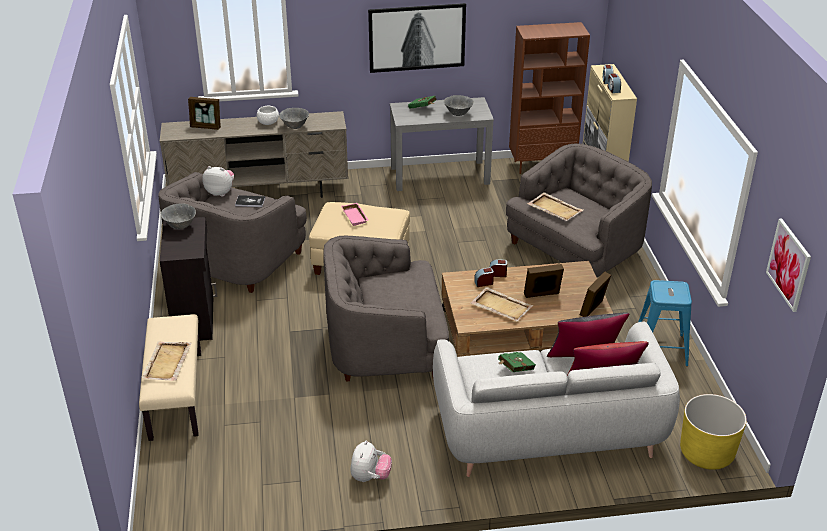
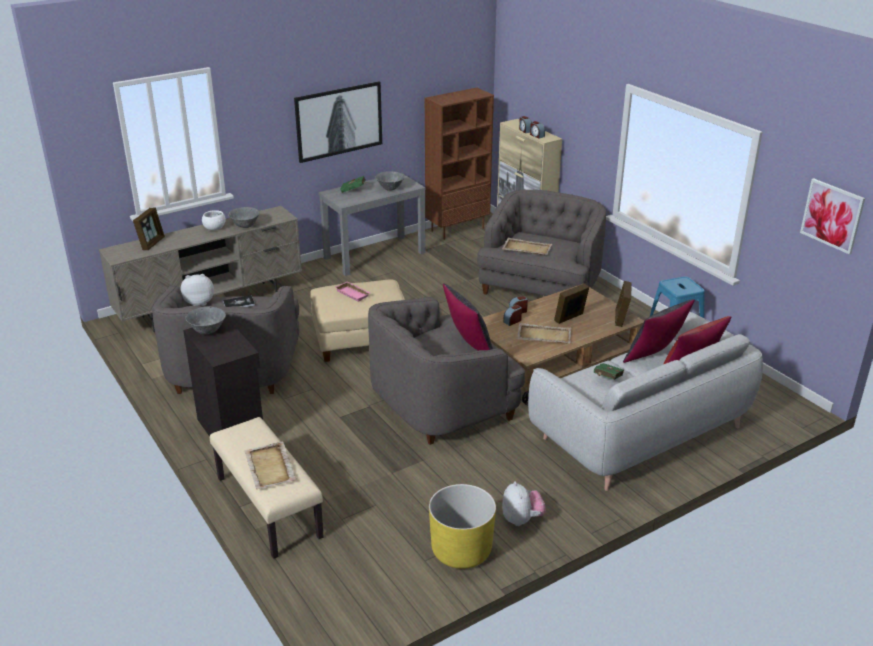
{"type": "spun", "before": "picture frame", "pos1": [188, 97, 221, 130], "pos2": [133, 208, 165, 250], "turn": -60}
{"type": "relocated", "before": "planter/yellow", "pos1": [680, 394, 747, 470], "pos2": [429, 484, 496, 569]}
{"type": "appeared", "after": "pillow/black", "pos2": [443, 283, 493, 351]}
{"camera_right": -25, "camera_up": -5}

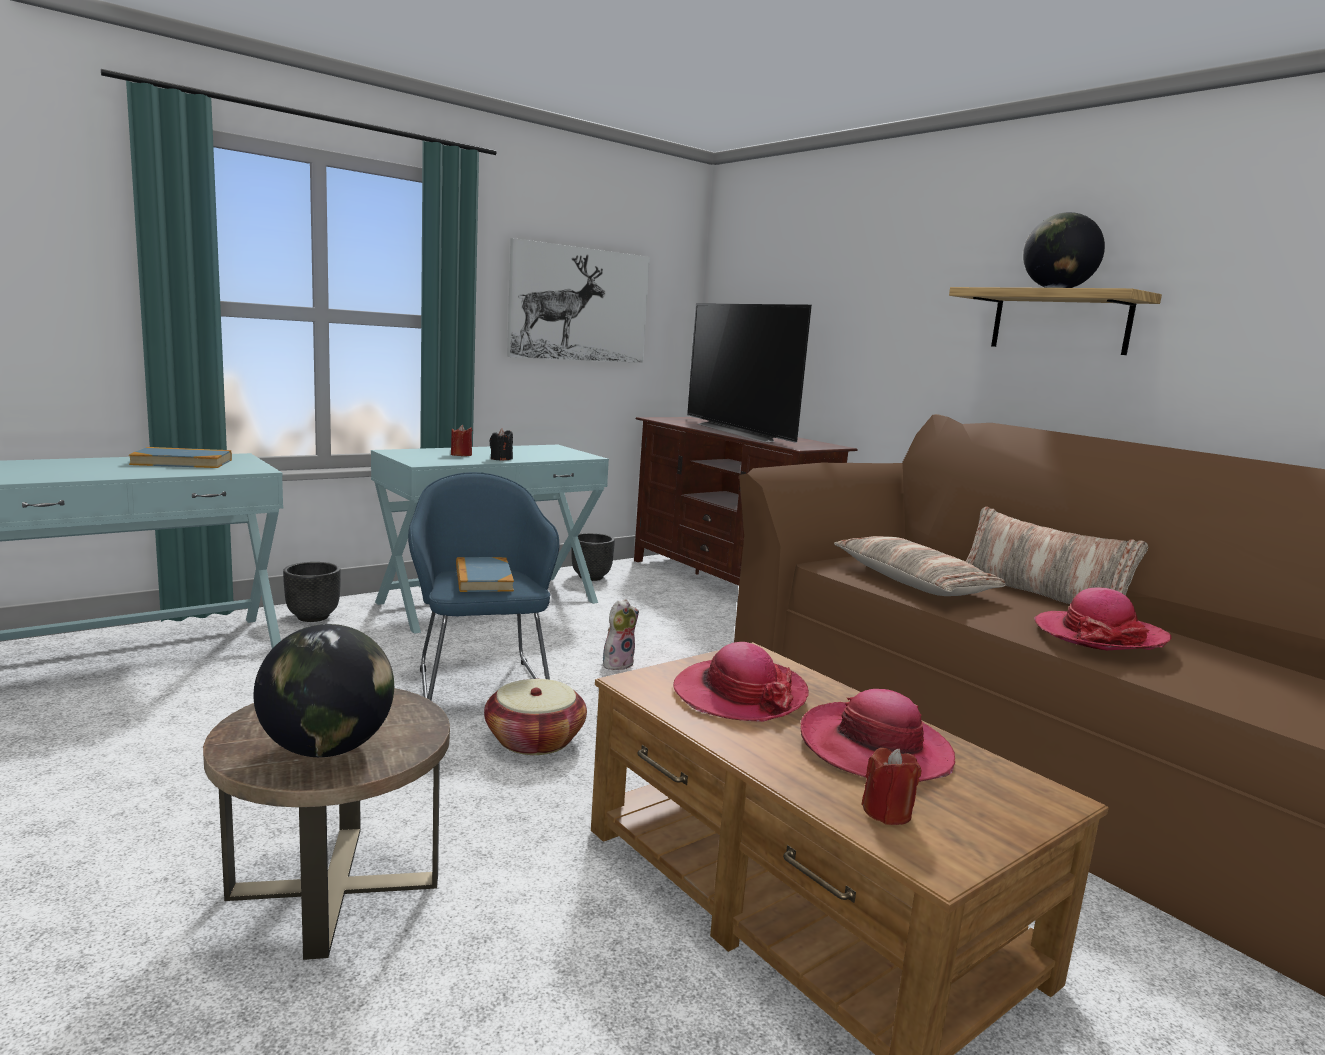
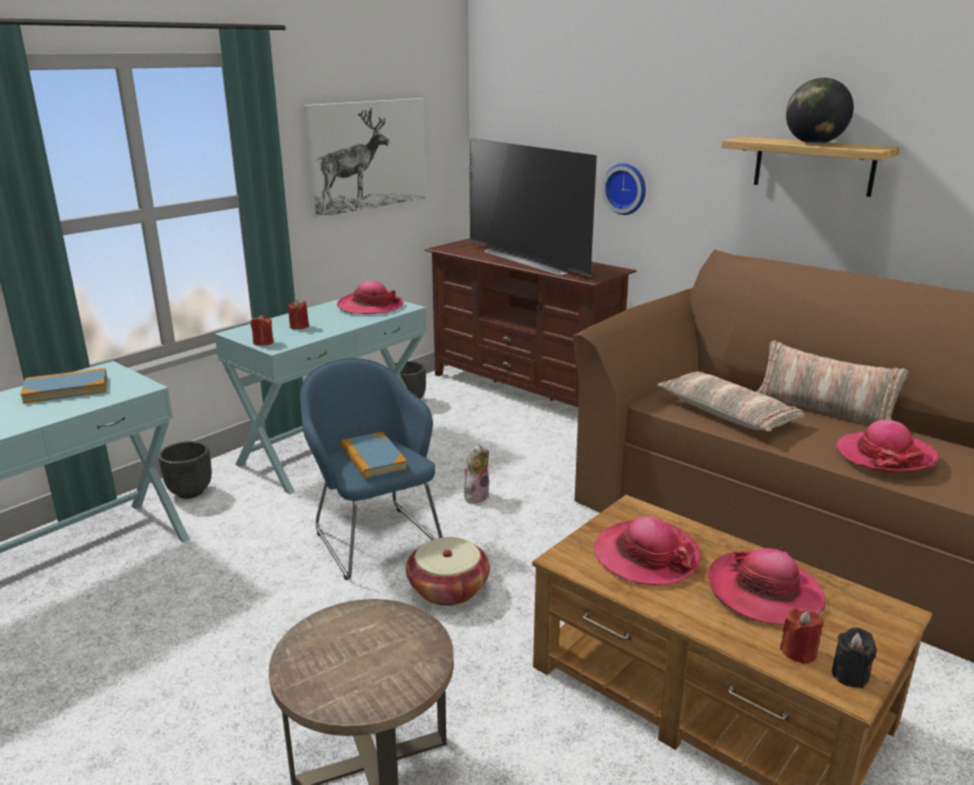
{"type": "relocated", "before": "candle/black", "pos1": [490, 429, 513, 461], "pos2": [832, 627, 877, 688]}
{"type": "missing", "before": "globe", "pos1": [254, 624, 394, 757]}
{"type": "appeared", "after": "wall clock", "pos2": [602, 163, 646, 215]}
{"type": "appeared", "after": "hat", "pos2": [337, 281, 403, 314]}
{"type": "appeared", "after": "candle/red", "pos2": [250, 315, 274, 346]}
{"camera_right": -10, "camera_up": 10}

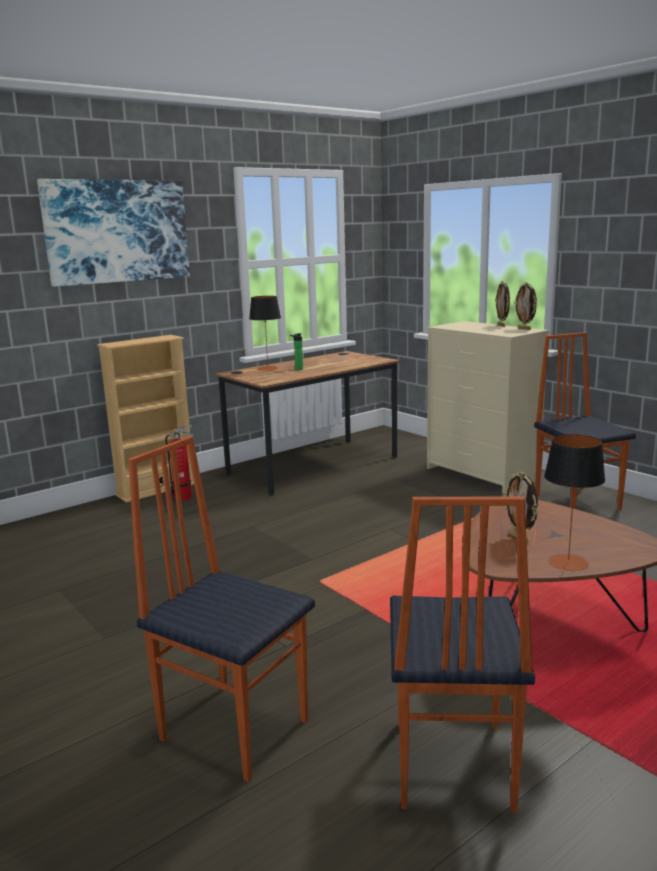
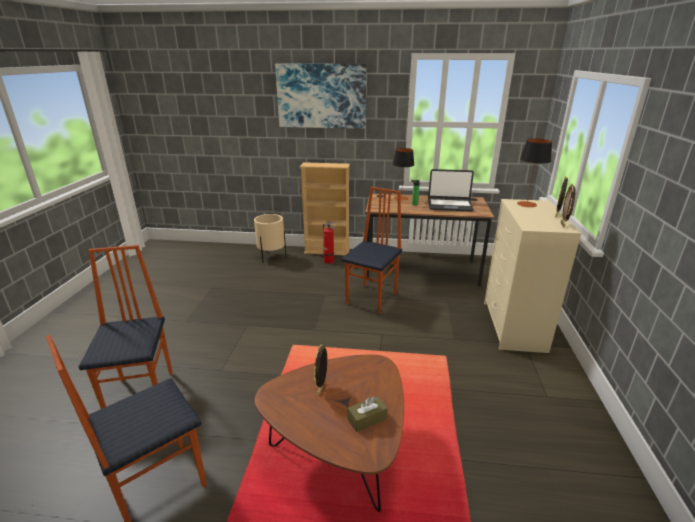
{"type": "relocated", "before": "chair", "pos1": [534, 332, 636, 510], "pos2": [341, 187, 402, 314]}
{"type": "relocated", "before": "table lamp", "pos1": [544, 434, 605, 571], "pos2": [517, 139, 552, 207]}
{"type": "appeared", "after": "laptop", "pos2": [428, 169, 474, 212]}
{"type": "appeared", "after": "planter/beige", "pos2": [254, 214, 286, 263]}
{"type": "appeared", "after": "tissue box/brown", "pos2": [347, 396, 388, 432]}
{"camera_right": 45, "camera_up": 10}

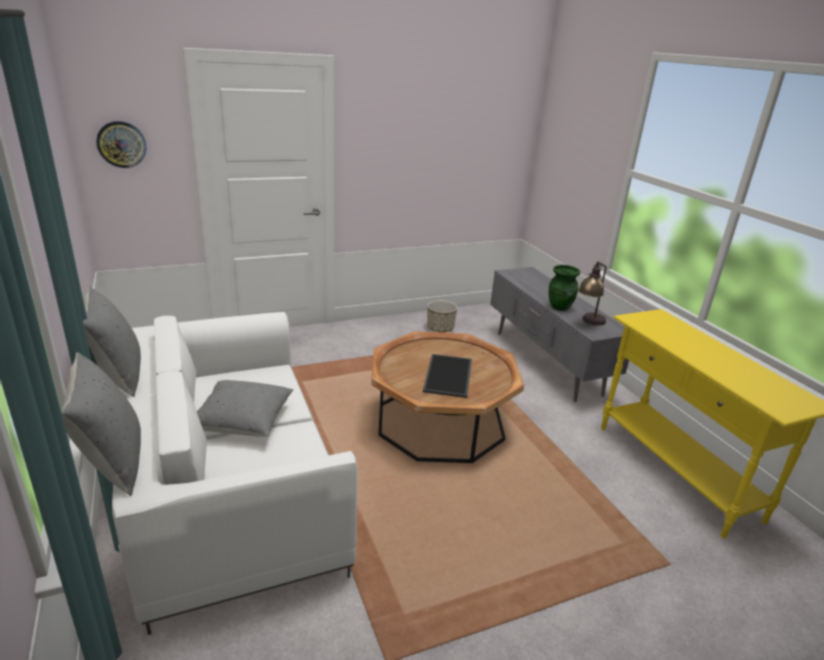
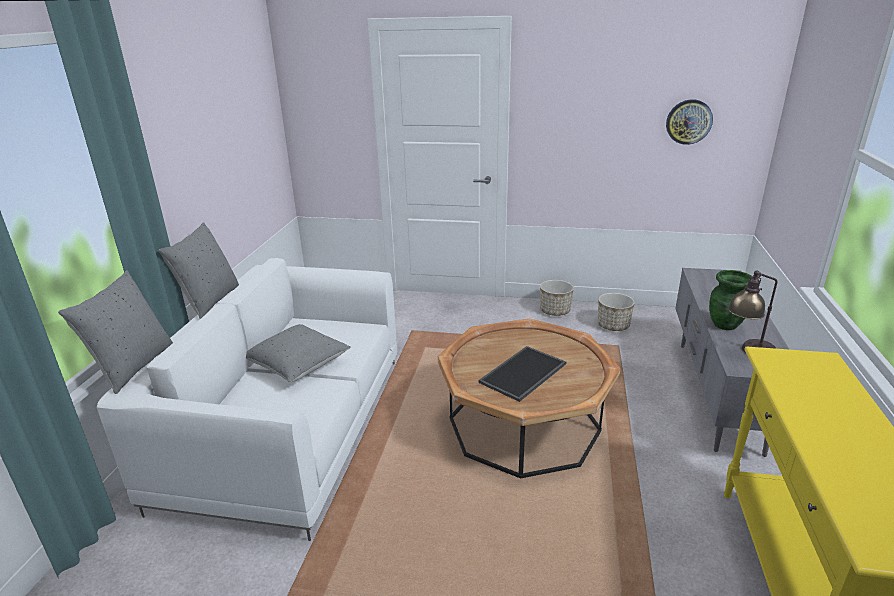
{"type": "relocated", "before": "wall clock", "pos1": [96, 121, 146, 168], "pos2": [666, 99, 713, 145]}
{"type": "appeared", "after": "planter", "pos2": [540, 280, 574, 316]}
{"camera_right": 35, "camera_up": 0}

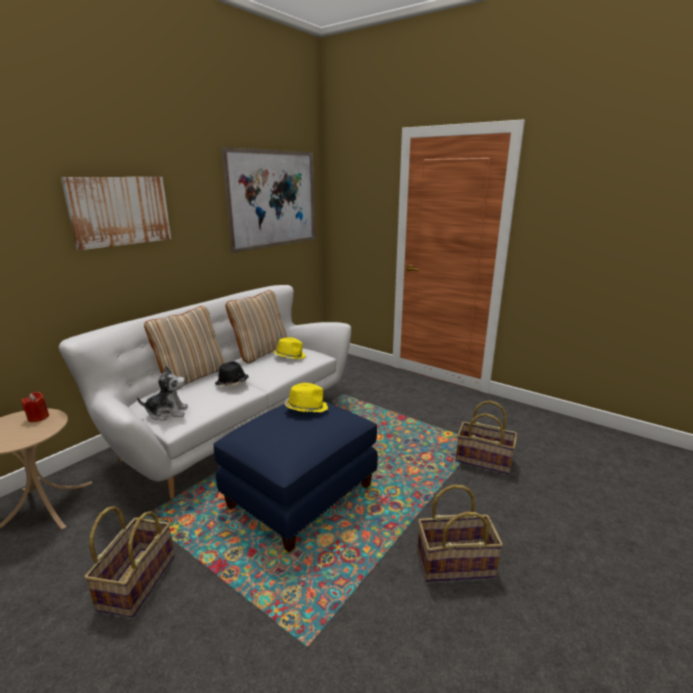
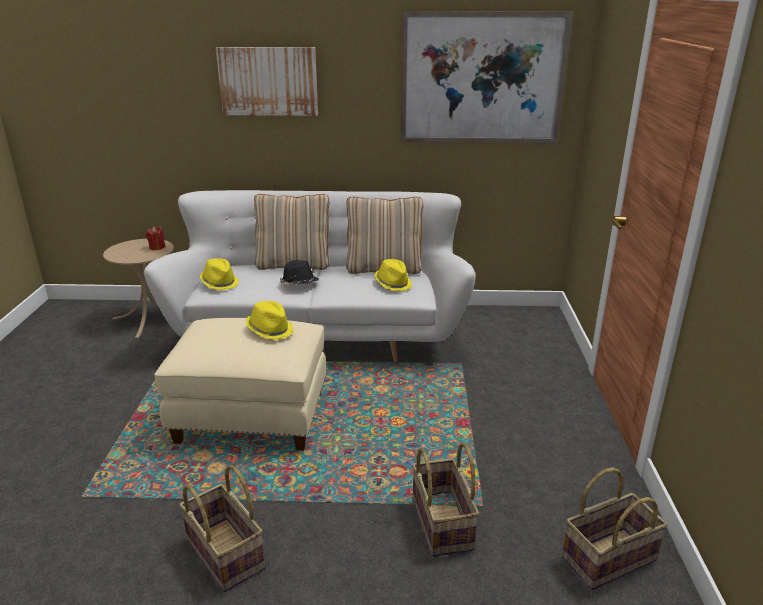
{"type": "exchanged", "before": "plush toy", "after": "hat/yellow", "pos1": [137, 366, 188, 421], "pos2": [200, 258, 239, 290]}
{"type": "colour", "before": "ottoman/blue", "after": "ottoman/beige", "pos1": [213, 401, 378, 552], "pos2": [154, 318, 326, 451]}
{"type": "relocated", "before": "basket", "pos1": [84, 506, 175, 617], "pos2": [562, 467, 668, 590]}
{"camera_right": 55, "camera_up": 5}

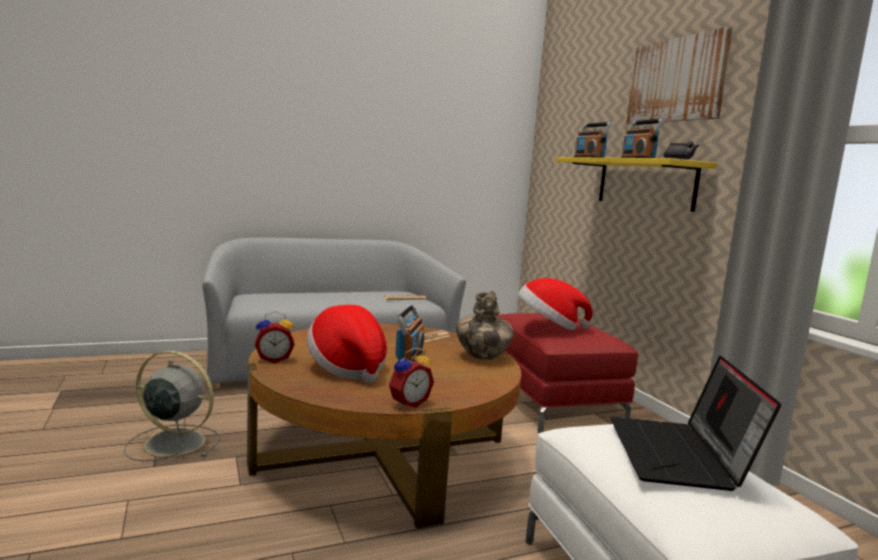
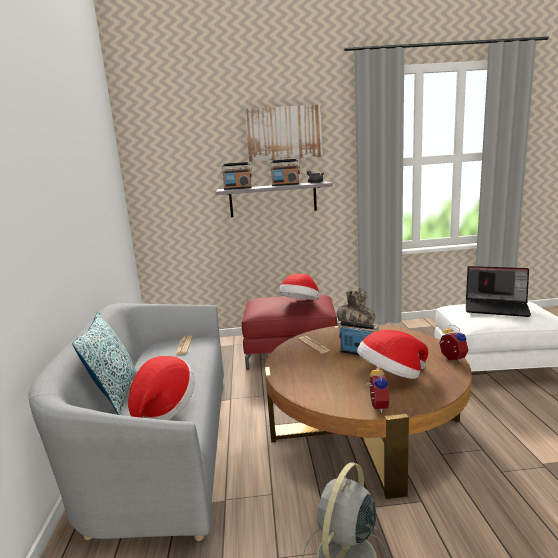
{"type": "colour", "before": "shelf/yellow", "after": "shelf/grey", "pos1": [556, 157, 717, 212], "pos2": [216, 181, 333, 217]}
{"type": "appeared", "after": "pillow", "pos2": [73, 311, 137, 415]}
{"type": "appeared", "after": "hat", "pos2": [128, 356, 195, 420]}
{"camera_right": -70, "camera_up": 5}

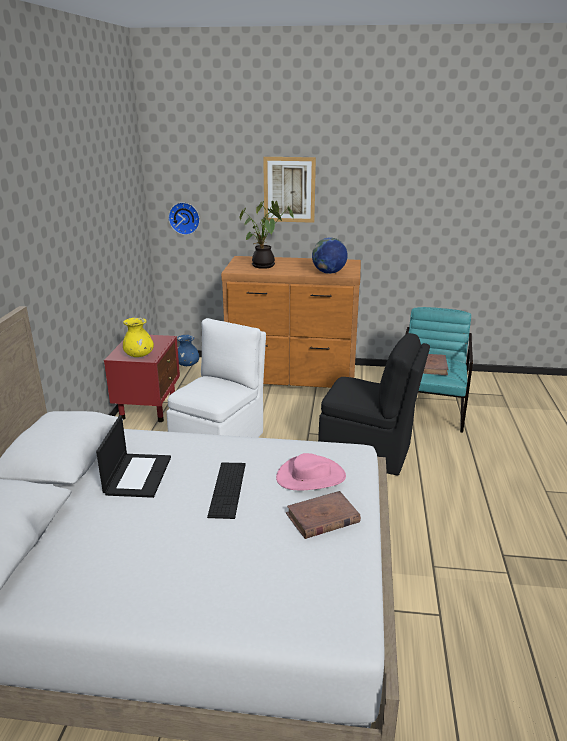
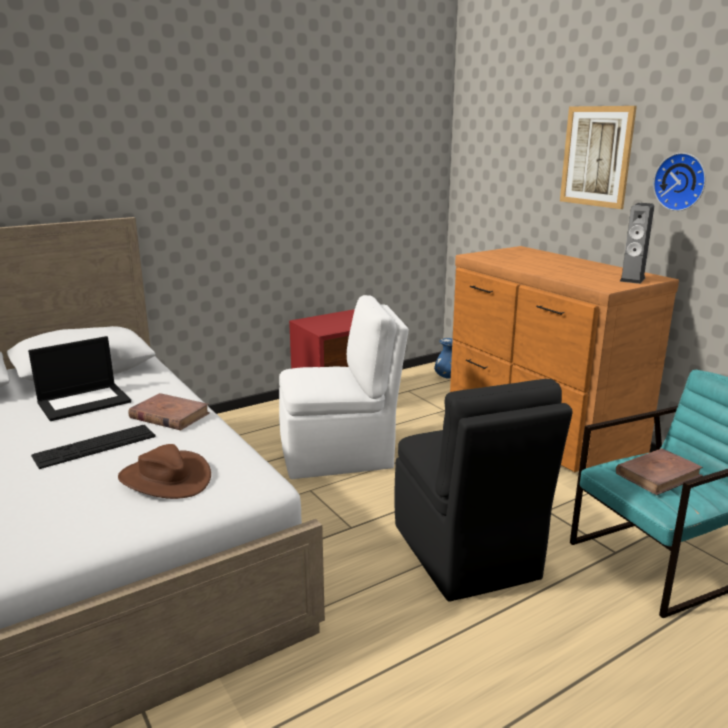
{"type": "missing", "before": "potted plant", "pos1": [239, 201, 294, 269]}
{"type": "relocated", "before": "wall clock", "pos1": [168, 202, 200, 235], "pos2": [653, 153, 706, 211]}
{"type": "missing", "before": "globe", "pos1": [312, 238, 348, 274]}
{"type": "missing", "before": "vase/yellow", "pos1": [123, 318, 154, 357]}
{"type": "colour", "before": "hat/pink", "after": "hat/brown", "pos1": [276, 453, 346, 490], "pos2": [118, 444, 211, 499]}
{"type": "relocated", "before": "book/brown", "pos1": [286, 491, 361, 539], "pos2": [128, 393, 210, 430]}
{"type": "appeared", "after": "speaker", "pos2": [620, 203, 654, 284]}
{"camera_right": 50, "camera_up": -5}

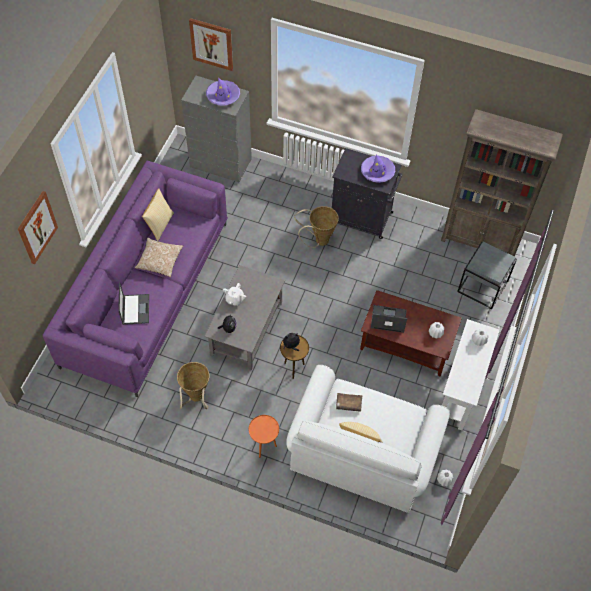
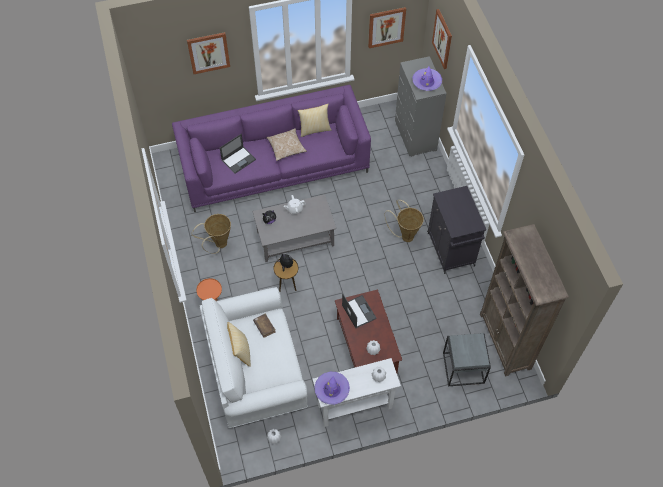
{"type": "relocated", "before": "hat/purple", "pos1": [361, 155, 395, 183], "pos2": [314, 372, 350, 405]}
{"type": "appeared", "after": "picture", "pos2": [368, 7, 406, 48]}
{"camera_right": 55, "camera_up": 0}

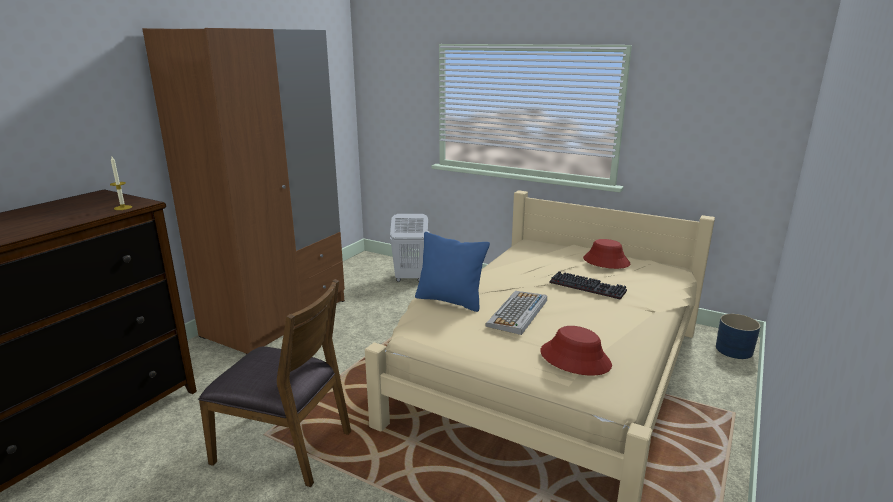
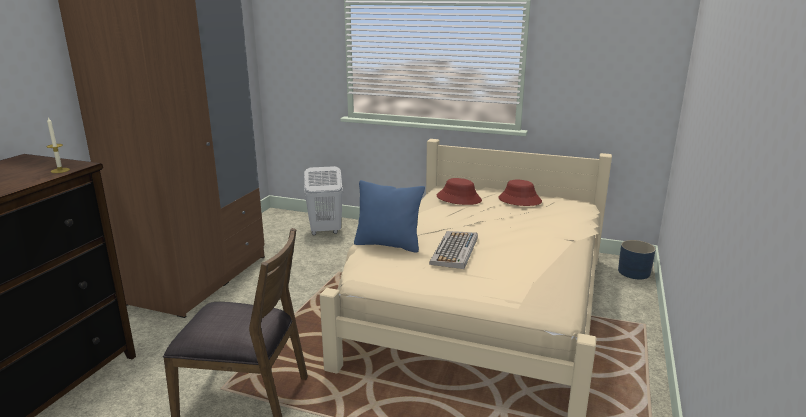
{"type": "missing", "before": "keyboard", "pos1": [550, 271, 627, 299]}
{"type": "relocated", "before": "hat/red", "pos1": [540, 326, 612, 375], "pos2": [437, 178, 482, 205]}
{"camera_right": -10, "camera_up": 0}

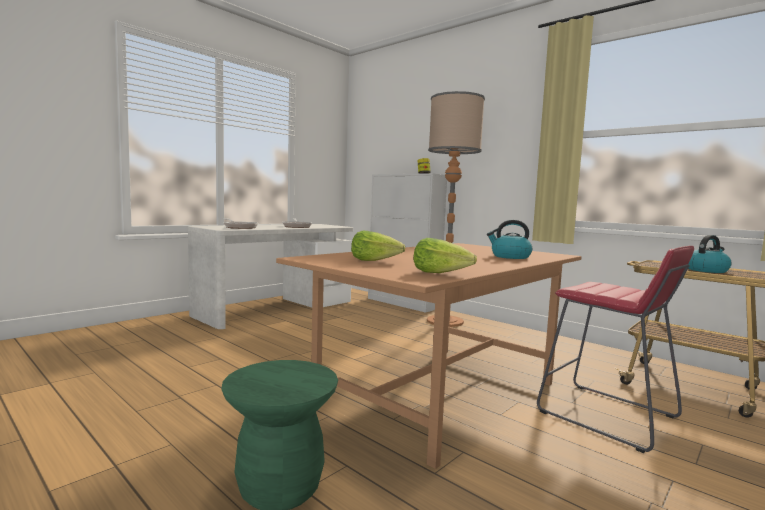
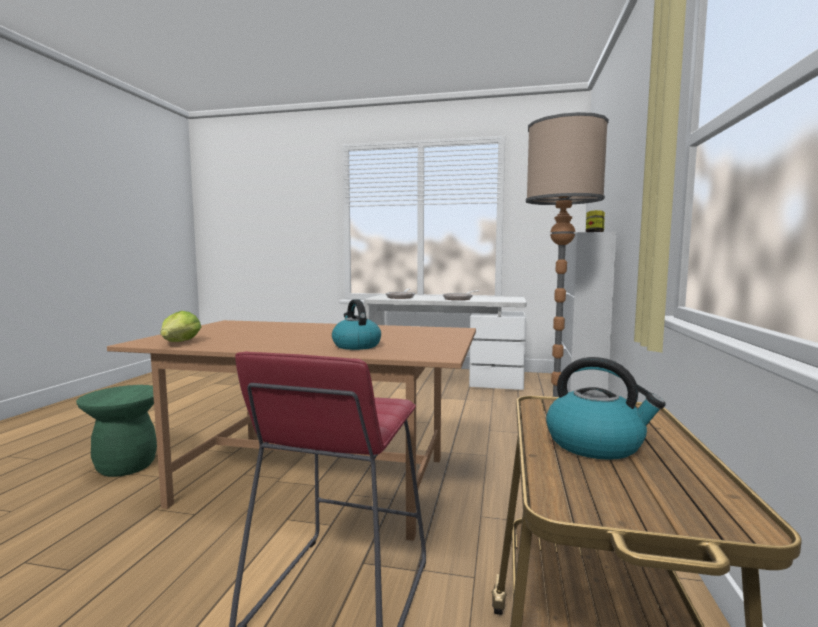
{"type": "missing", "before": "lettuce", "pos1": [351, 231, 405, 261]}
{"camera_right": 60, "camera_up": 0}

